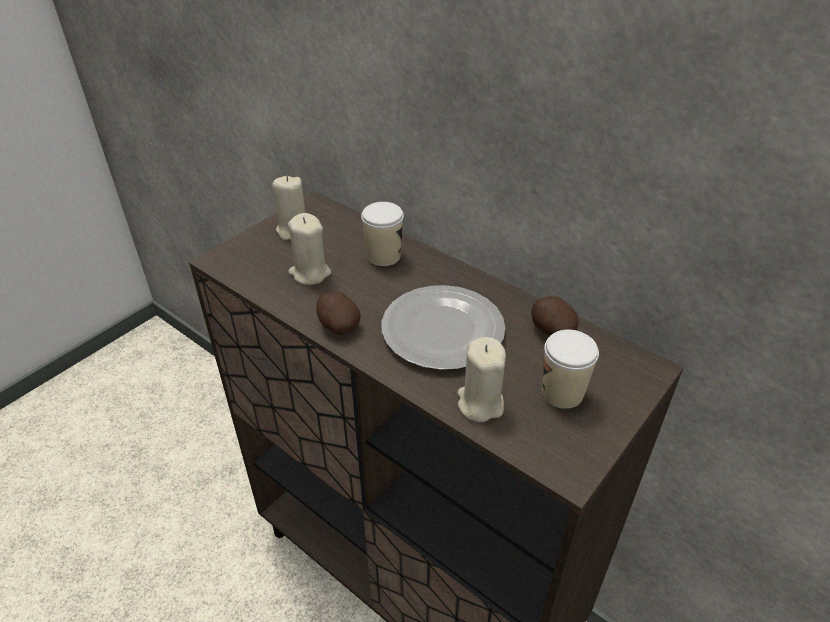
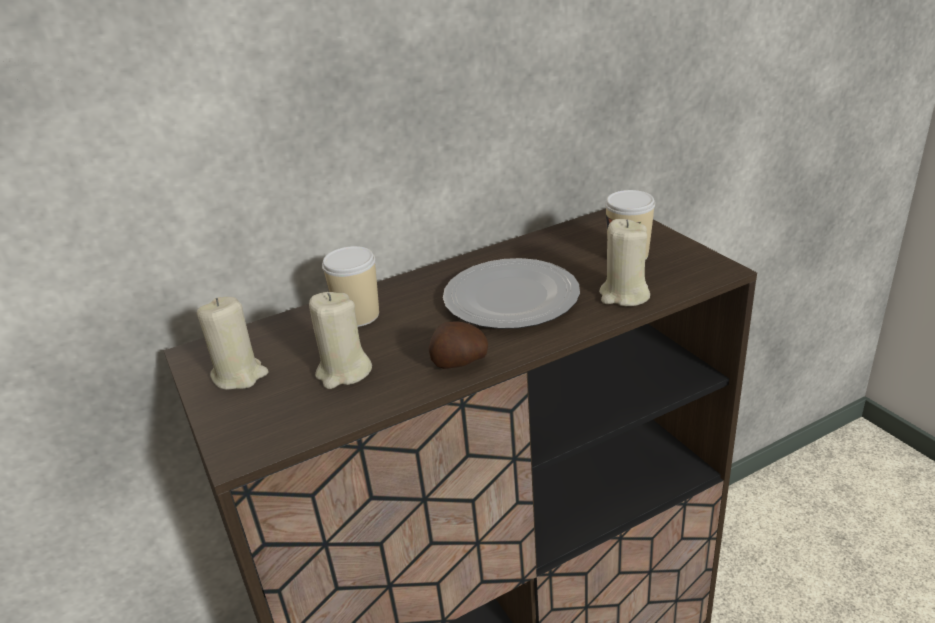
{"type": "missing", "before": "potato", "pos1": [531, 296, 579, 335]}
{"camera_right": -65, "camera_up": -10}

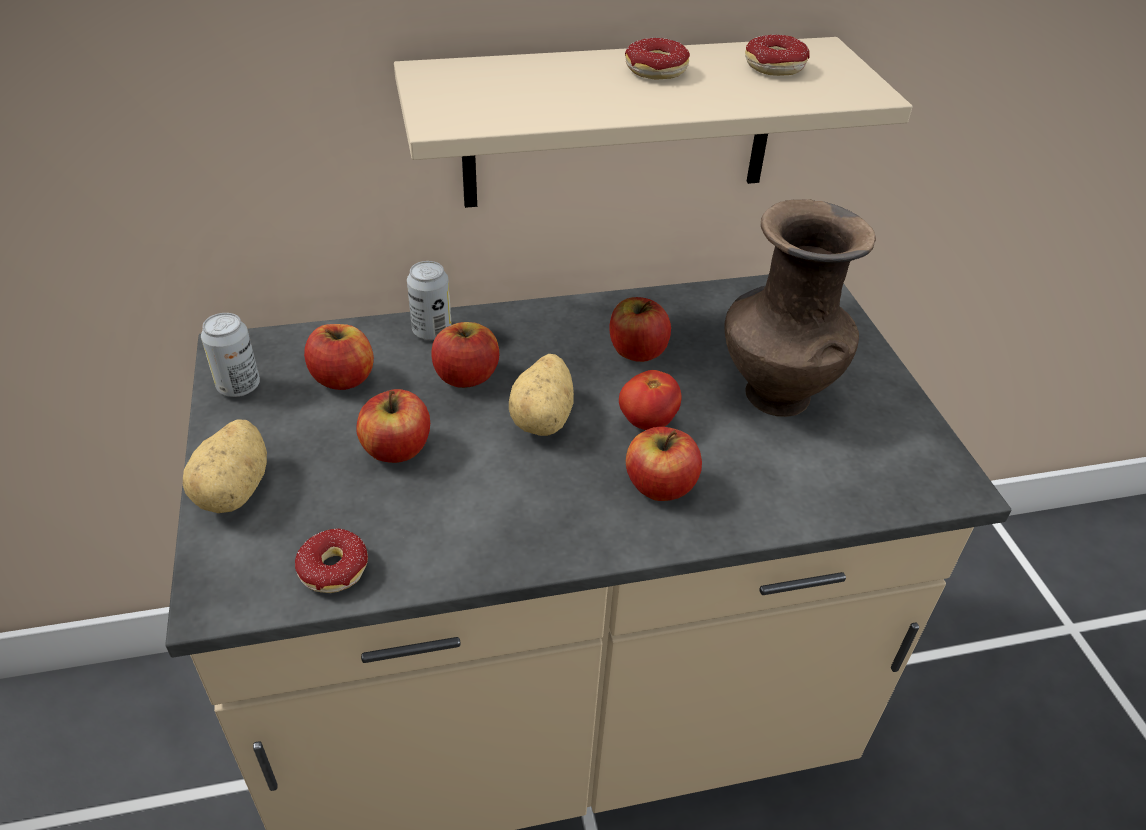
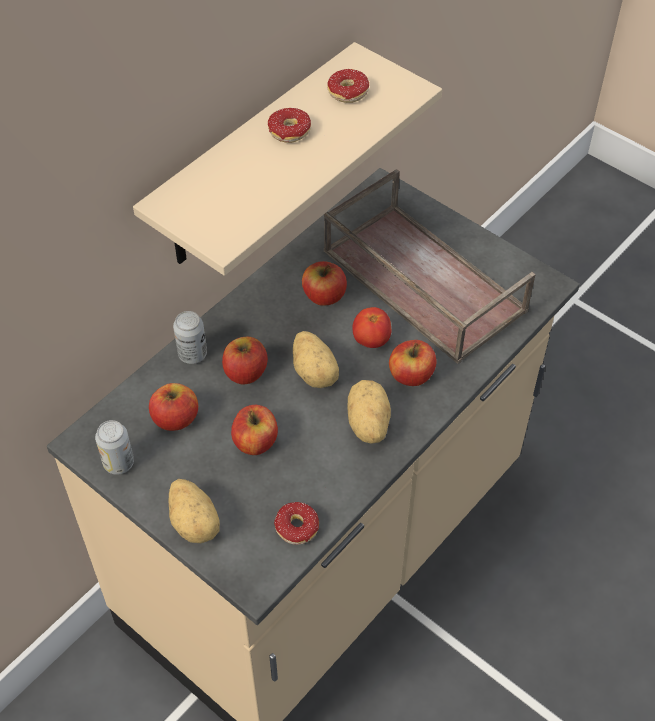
{"type": "exchanged", "before": "vase/brown", "after": "tray/brown", "pos1": [724, 199, 876, 417], "pos2": [324, 169, 536, 364]}
{"type": "appeared", "after": "potato", "pos2": [348, 380, 391, 444]}
{"camera_right": -35, "camera_up": 10}

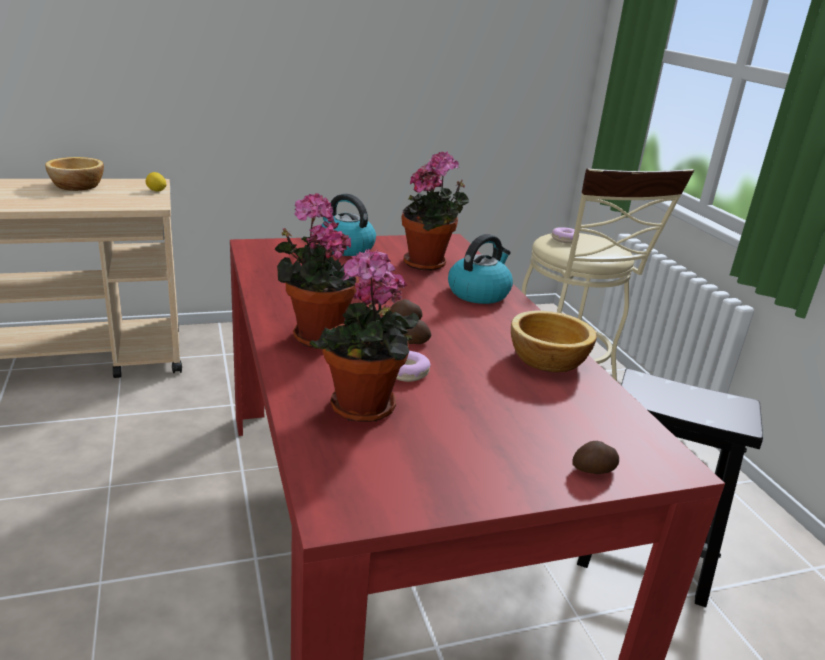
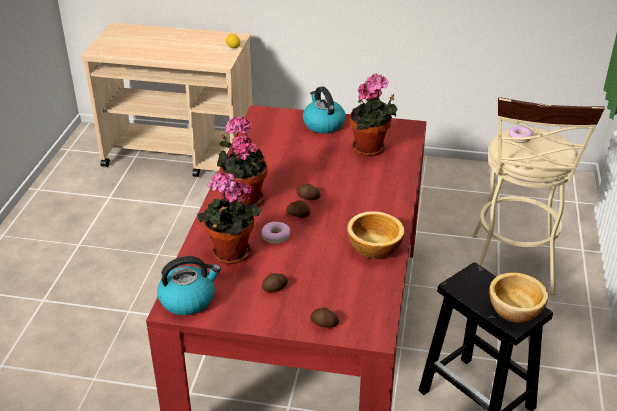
{"type": "relocated", "before": "bowl", "pos1": [45, 157, 104, 191], "pos2": [489, 273, 548, 323]}
{"type": "relocated", "before": "kettle", "pos1": [448, 234, 513, 304], "pos2": [157, 256, 221, 315]}
{"type": "appeared", "after": "potato", "pos2": [262, 273, 288, 292]}
{"camera_right": 30, "camera_up": 10}

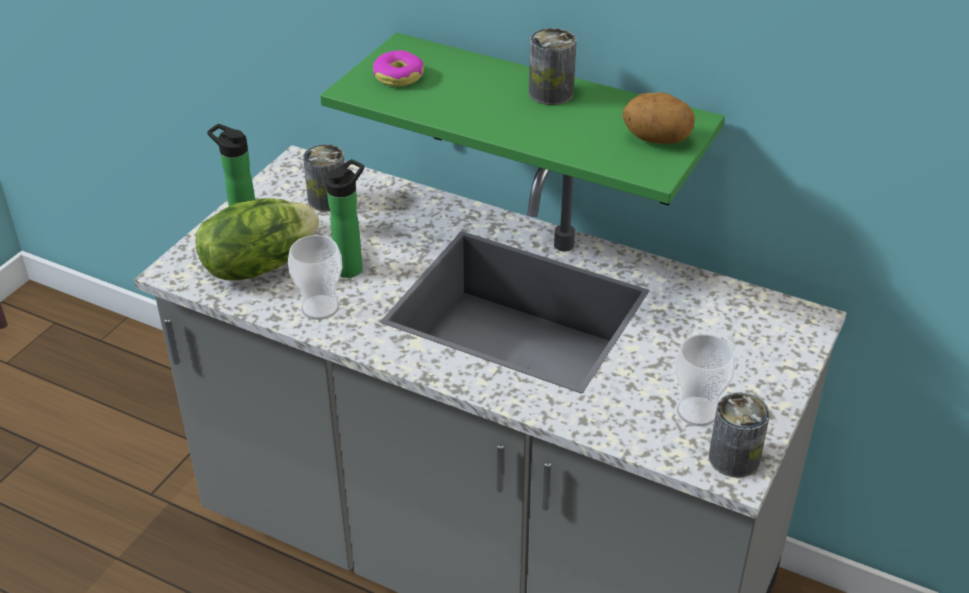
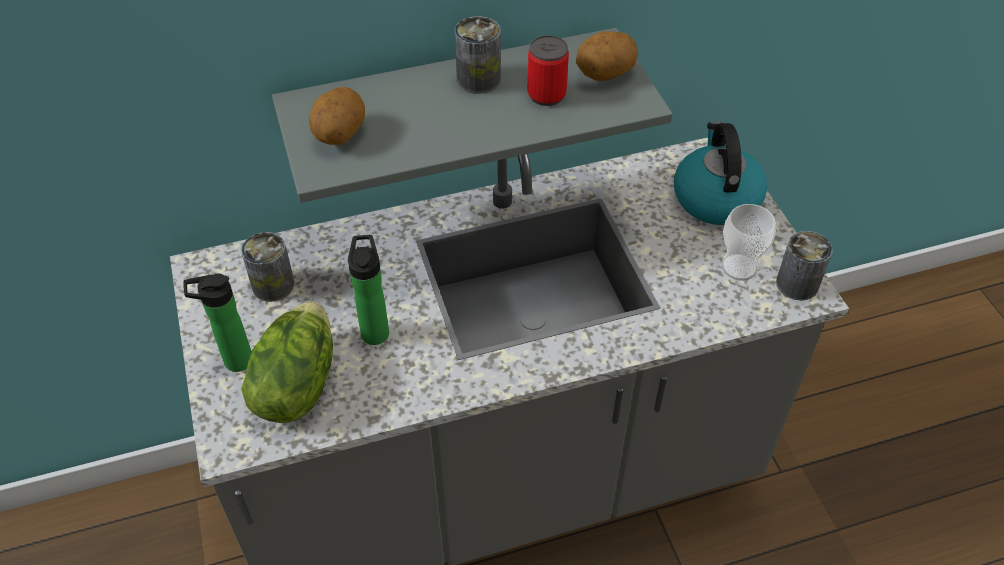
{"type": "colour", "before": "shelf/green", "after": "shelf/grey", "pos1": [320, 33, 725, 205], "pos2": [272, 28, 673, 203]}
{"type": "exchanged", "before": "donut", "after": "potato", "pos1": [373, 50, 424, 87], "pos2": [309, 87, 365, 145]}
{"type": "missing", "before": "cup", "pos1": [288, 235, 342, 320]}
{"type": "appeared", "after": "can", "pos2": [527, 35, 569, 106]}
{"type": "appeared", "after": "kettle", "pos2": [674, 121, 767, 225]}
{"camera_right": -45, "camera_up": 10}

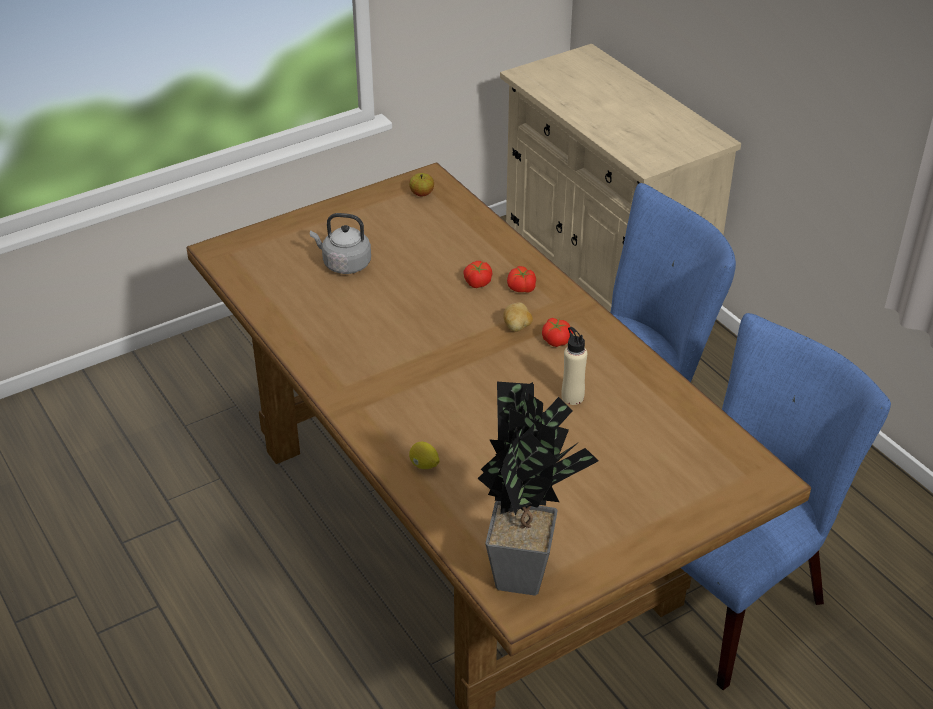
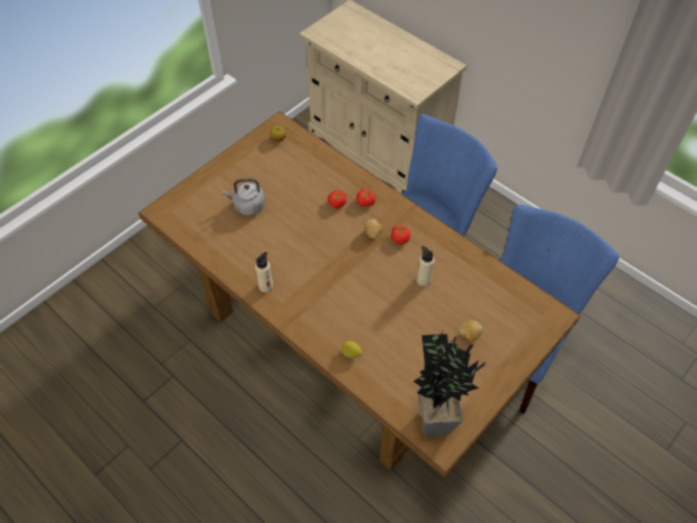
{"type": "appeared", "after": "bottle/beige", "pos2": [255, 252, 273, 293]}
{"type": "appeared", "after": "potato", "pos2": [460, 320, 482, 341]}
{"camera_right": -15, "camera_up": 15}

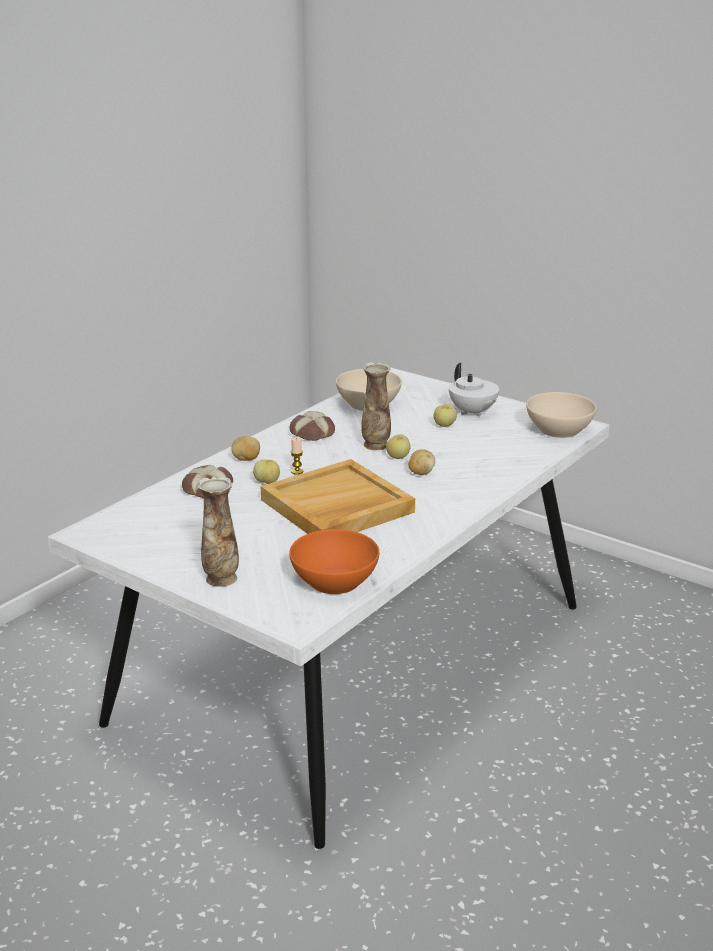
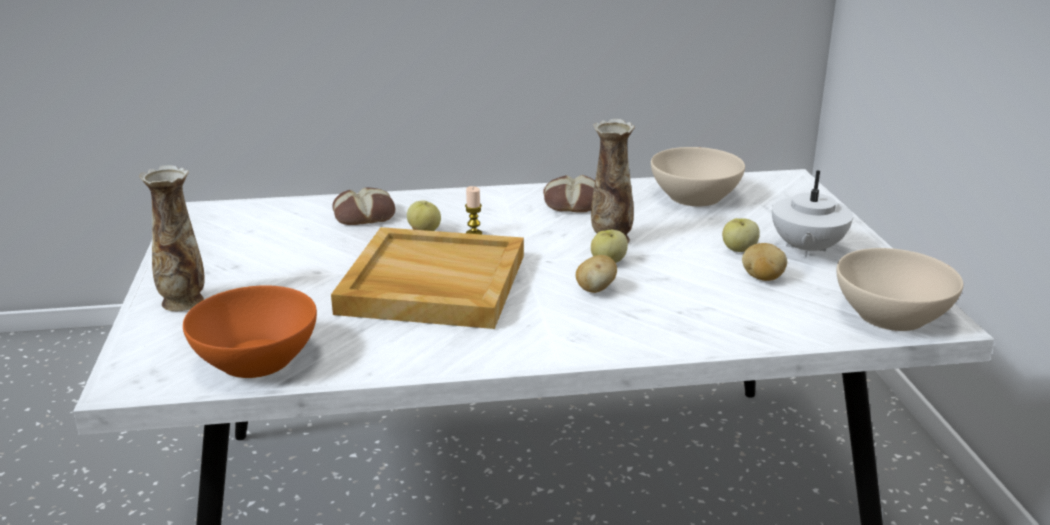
{"type": "relocated", "before": "potato", "pos1": [231, 436, 260, 461], "pos2": [742, 243, 787, 281]}
{"camera_right": 45, "camera_up": 0}

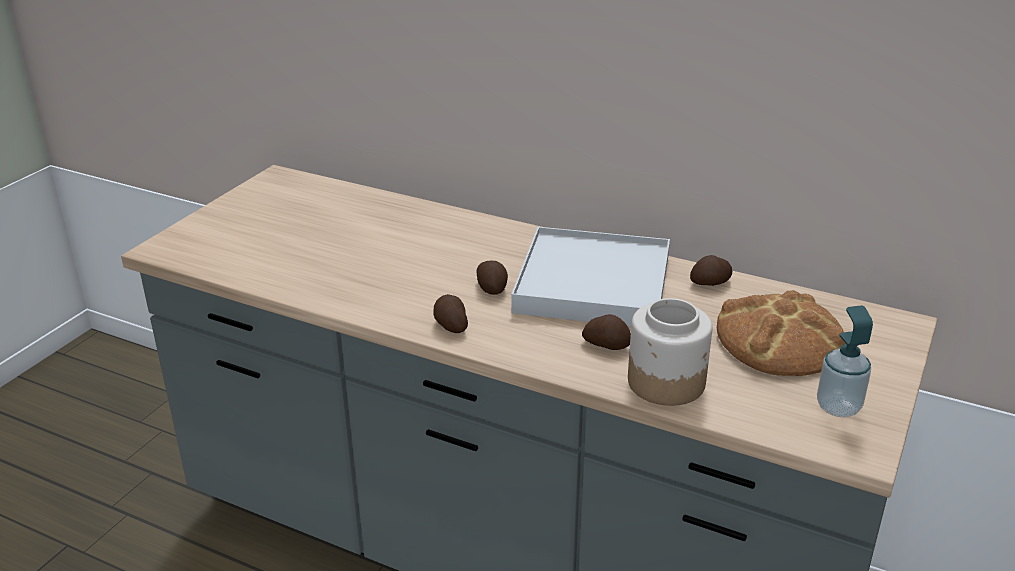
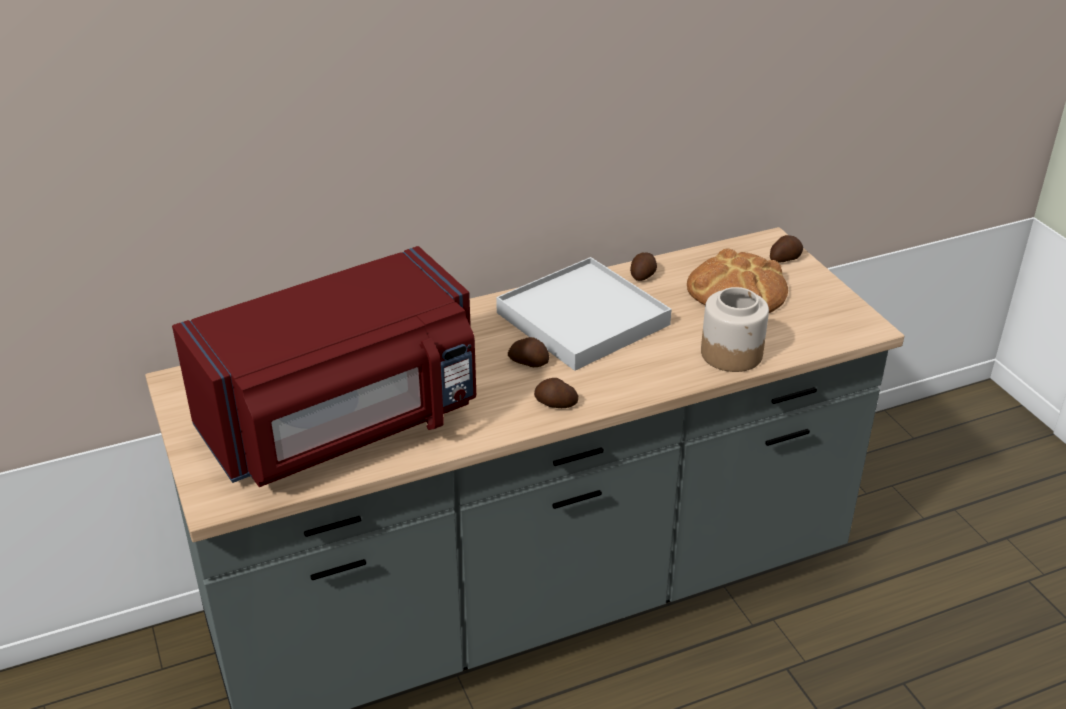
{"type": "missing", "before": "soap dispenser", "pos1": [817, 305, 873, 417]}
{"type": "relocated", "before": "potato", "pos1": [582, 314, 631, 350], "pos2": [770, 235, 803, 263]}
{"type": "appeared", "after": "microwave/red", "pos2": [172, 246, 476, 487]}
{"camera_right": -50, "camera_up": 5}

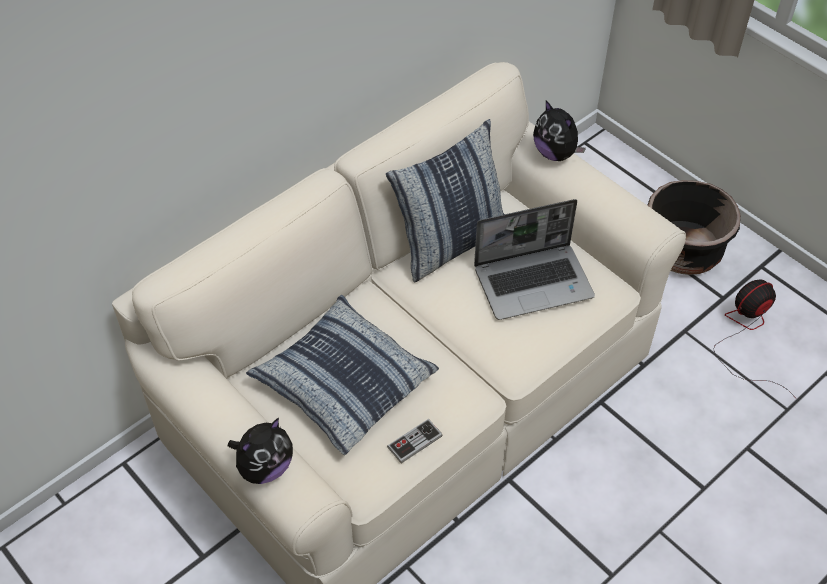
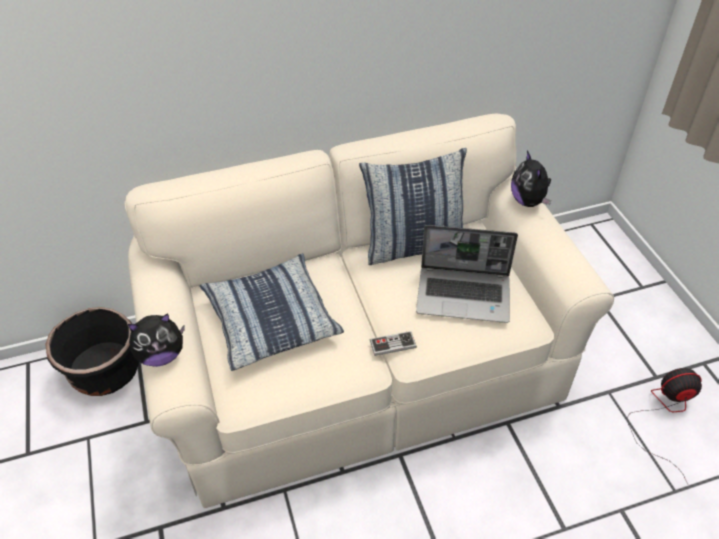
{"type": "relocated", "before": "planter/black", "pos1": [647, 180, 741, 275], "pos2": [45, 307, 139, 396]}
{"type": "relocated", "before": "game controller", "pos1": [387, 419, 443, 464], "pos2": [370, 331, 417, 356]}
{"camera_right": 25, "camera_up": -5}

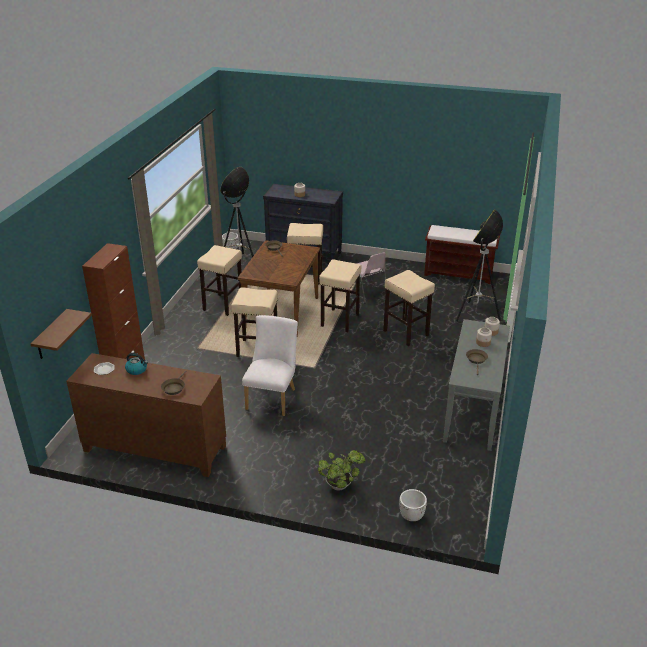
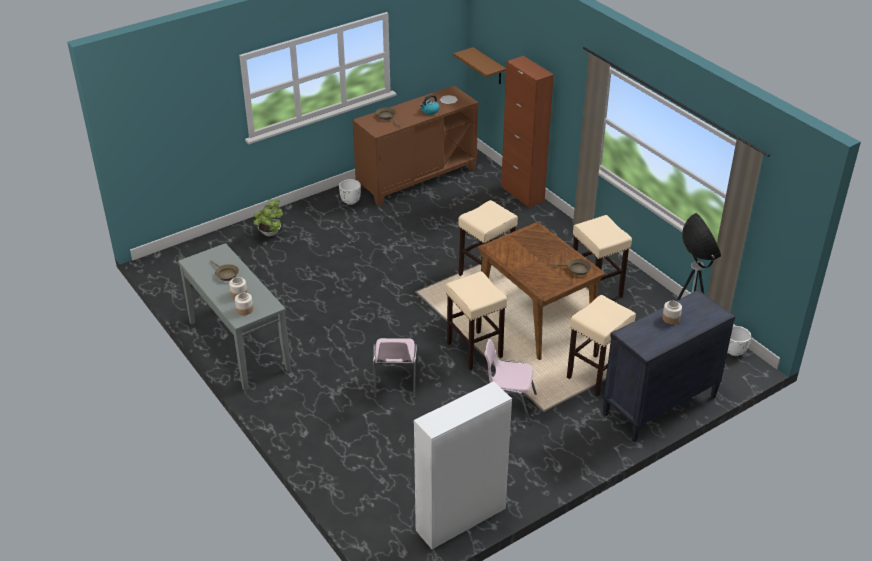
{"type": "missing", "before": "floor lamp", "pos1": [456, 209, 503, 322]}
{"type": "exchanged", "before": "bench/brown", "after": "cabinet/white", "pos1": [424, 225, 500, 284], "pos2": [414, 381, 512, 549]}
{"type": "exchanged", "before": "stool/beige", "after": "chair/pink", "pos1": [383, 270, 435, 346], "pos2": [373, 338, 418, 399]}
{"type": "missing", "before": "chair/white", "pos1": [242, 315, 298, 416]}
{"type": "relocated", "before": "planter/white", "pos1": [400, 489, 427, 521], "pos2": [339, 179, 361, 205]}
{"camera_right": 130, "camera_up": 5}

